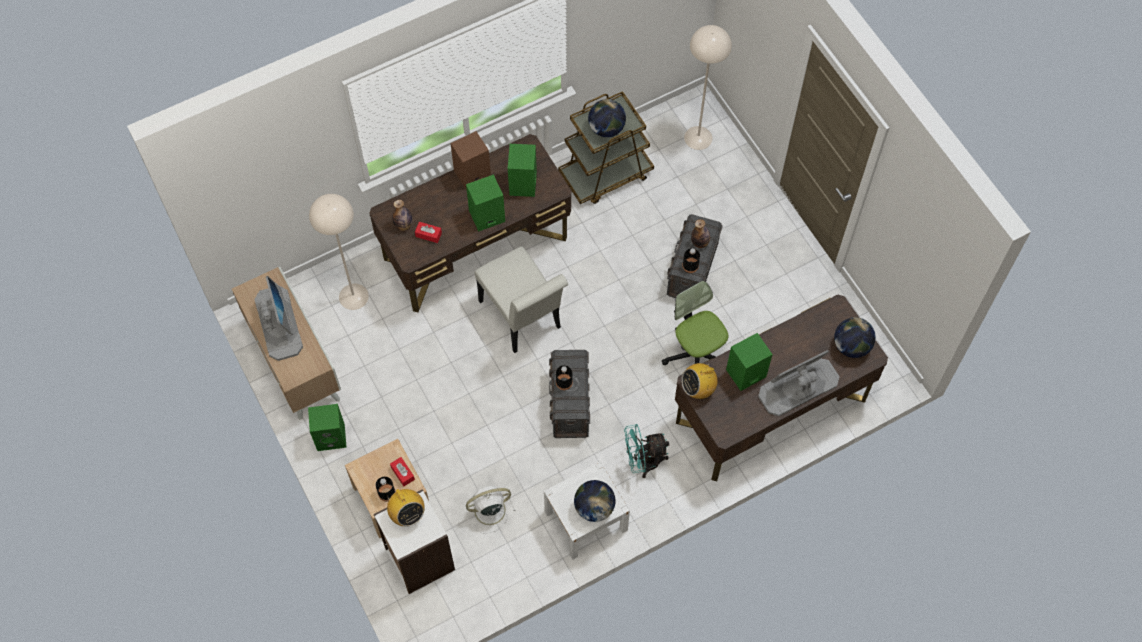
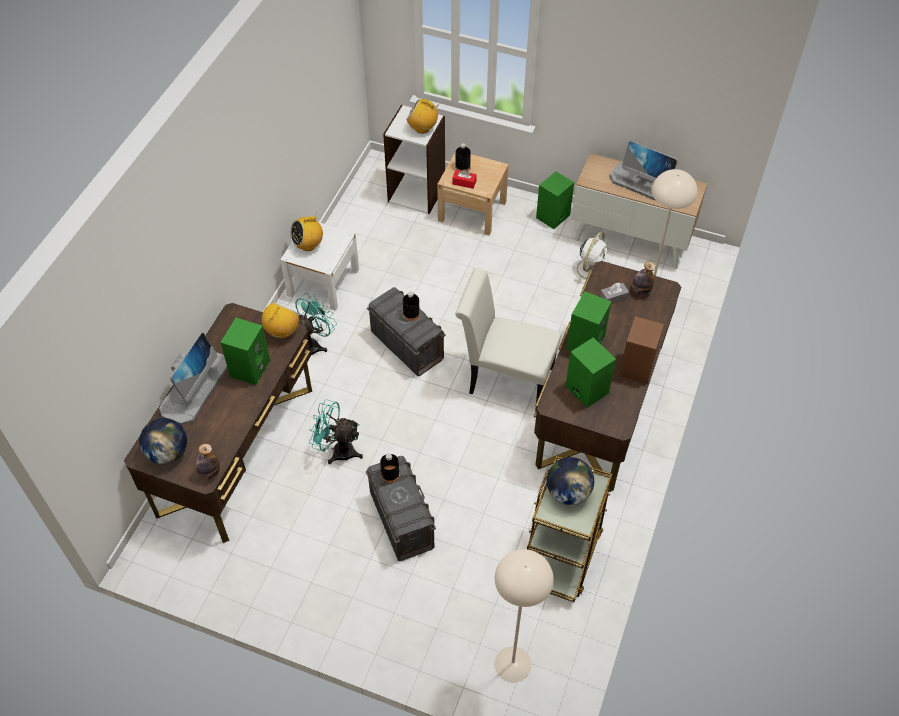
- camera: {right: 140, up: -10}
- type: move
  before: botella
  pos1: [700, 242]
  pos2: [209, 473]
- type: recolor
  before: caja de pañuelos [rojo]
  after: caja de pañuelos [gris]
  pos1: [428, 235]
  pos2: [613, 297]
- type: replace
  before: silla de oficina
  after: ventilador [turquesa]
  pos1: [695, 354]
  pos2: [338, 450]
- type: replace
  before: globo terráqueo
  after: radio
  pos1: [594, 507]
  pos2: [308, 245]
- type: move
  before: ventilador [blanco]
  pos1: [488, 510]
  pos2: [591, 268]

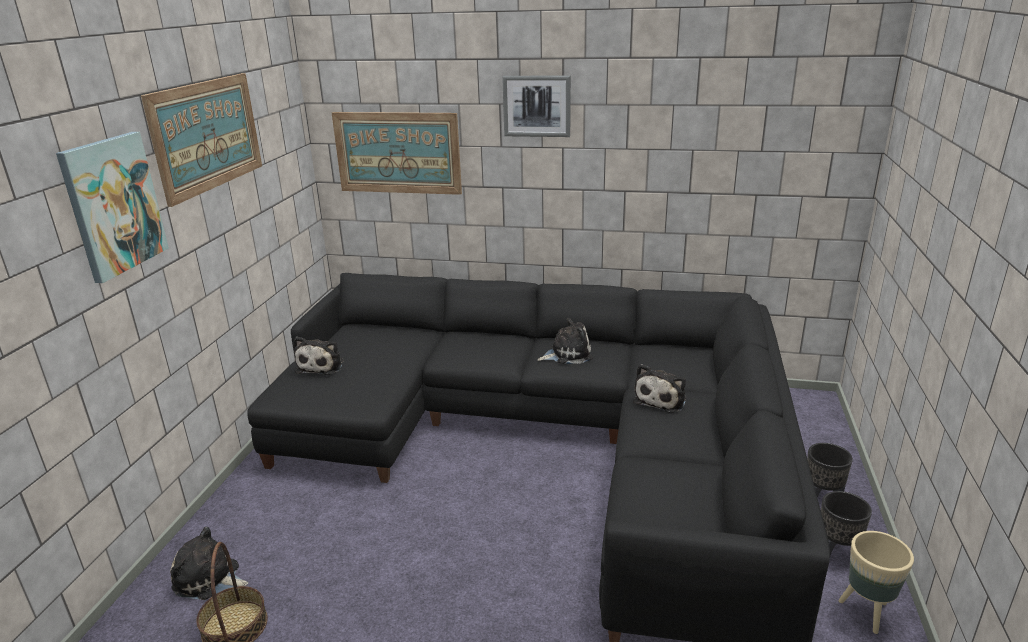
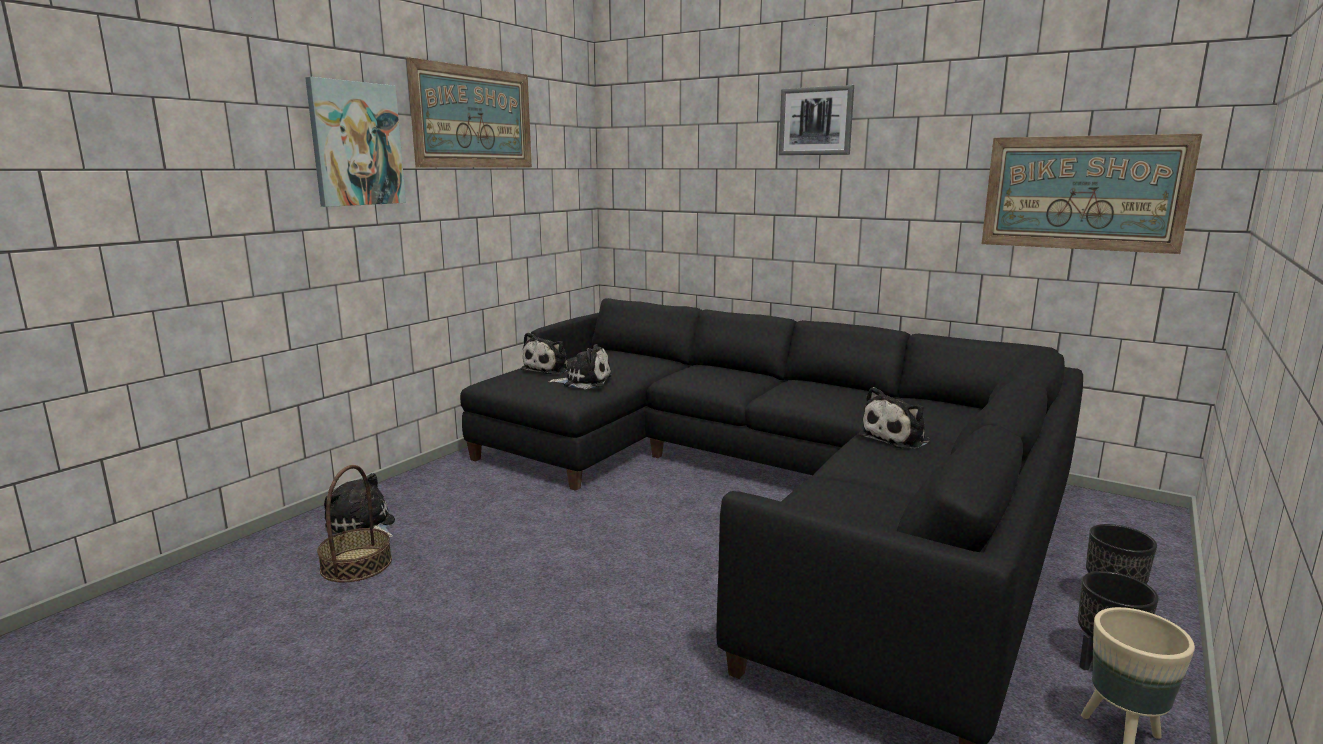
- camera: {right: 20, up: -10}
- type: move
  before: cuadro
  pos1: [397, 153]
  pos2: [1083, 193]
- type: move
  before: peluche
  pos1: [567, 354]
  pos2: [584, 382]

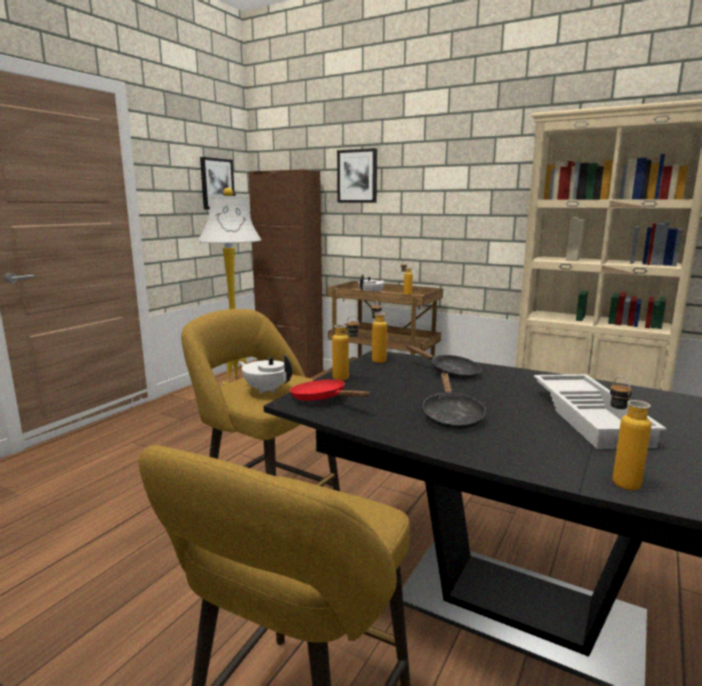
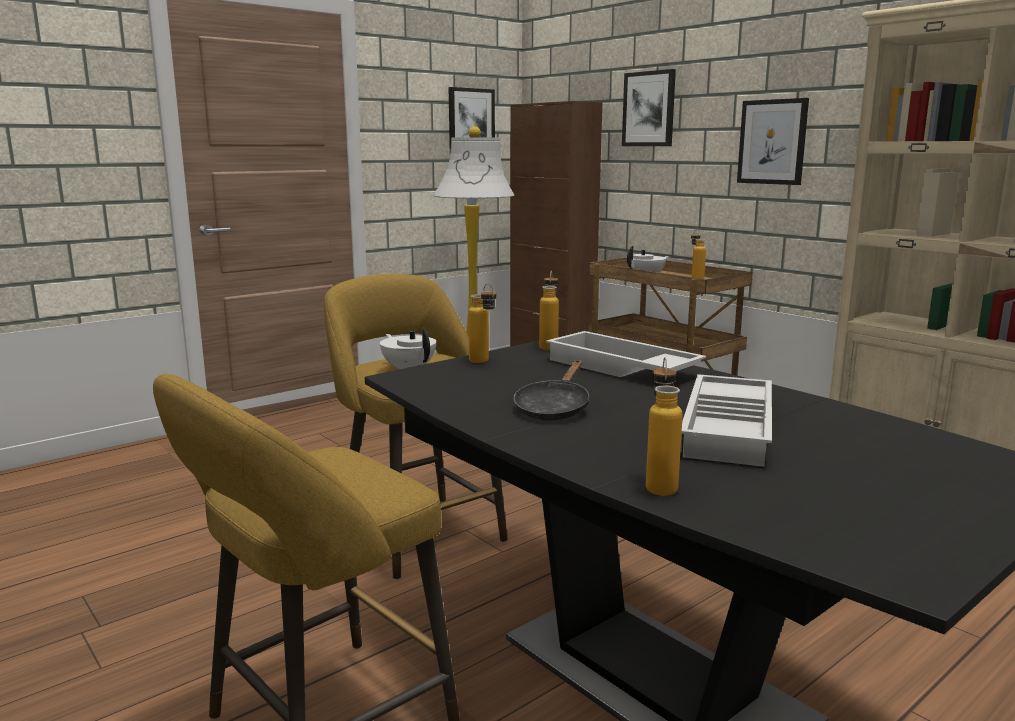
- camera: {right: 20, up: 0}
- type: replace
  before: sartén [negro]
  after: bandeja [blanco]
  pos1: [450, 373]
  pos2: [619, 368]
- type: delete
  before: sartén [rojo]
  pos1: [323, 399]
- type: insert
  after: cuadro
  pos2: [772, 142]

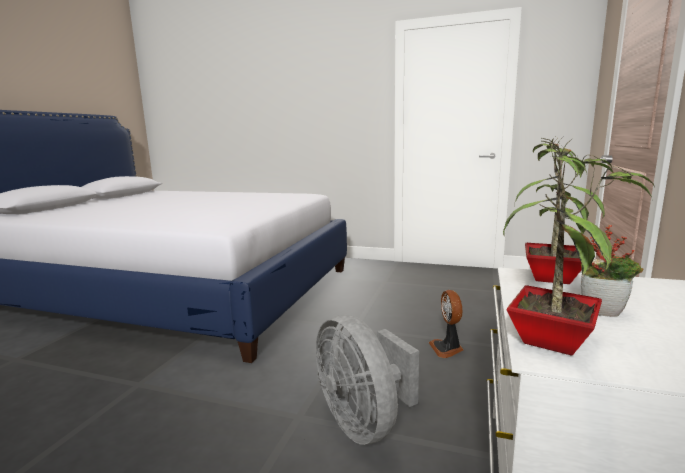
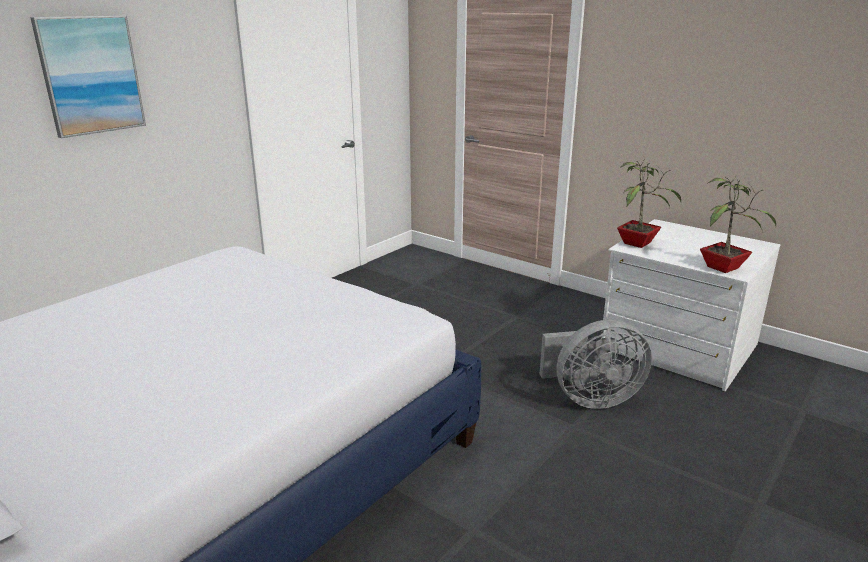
- camera: {right: -70, up: 10}
- type: delete
  before: planta en maceta
  pos1: [604, 312]
- type: delete
  before: ventilador
  pos1: [447, 348]
- type: insert
  after: cuadro
  pos2: [90, 75]

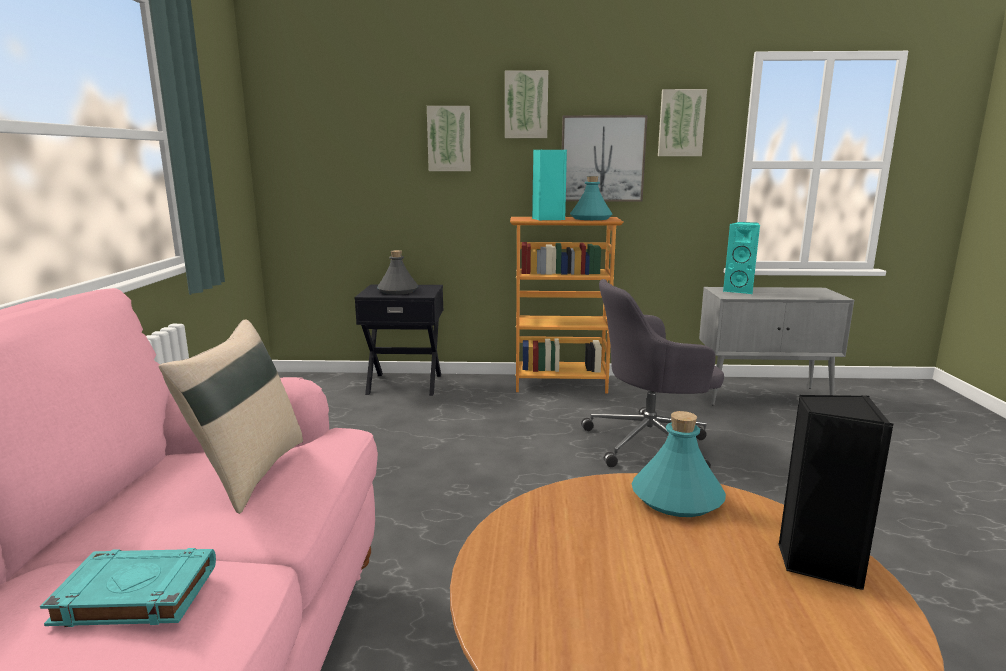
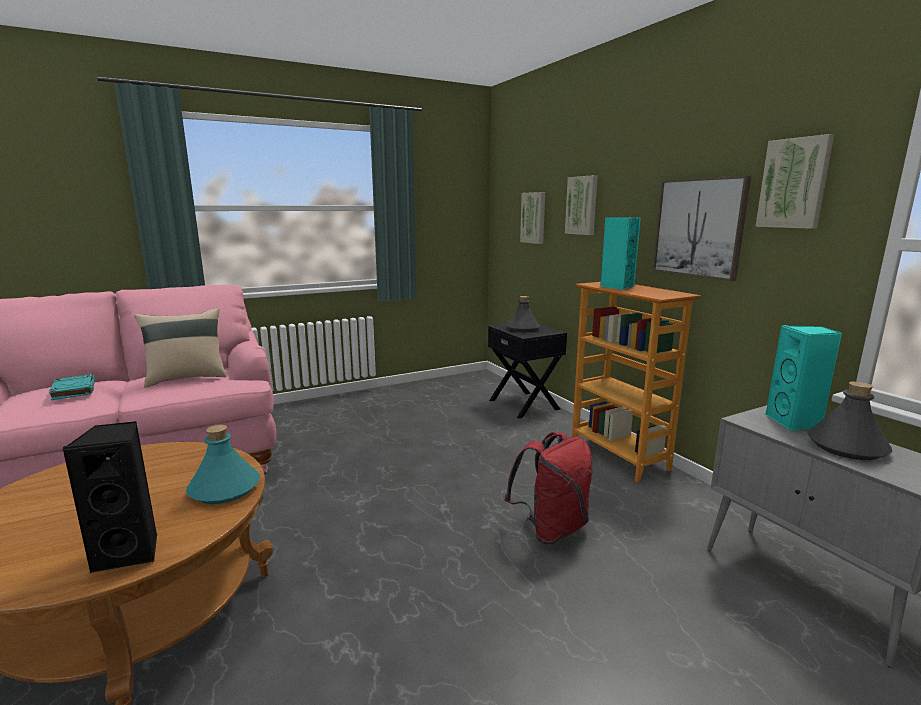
- camera: {right: 60, up: 0}
- type: move
  before: cuadro
  pos1: [526, 105]
  pos2: [534, 218]
- type: delete
  before: botella [turquesa]
  pos1: [590, 218]
- type: replace
  before: silla de oficina [gris]
  after: mochila [rojo]
  pos1: [650, 443]
  pos2: [551, 529]
- type: insert
  after: botella [gris]
  pos2: [847, 447]

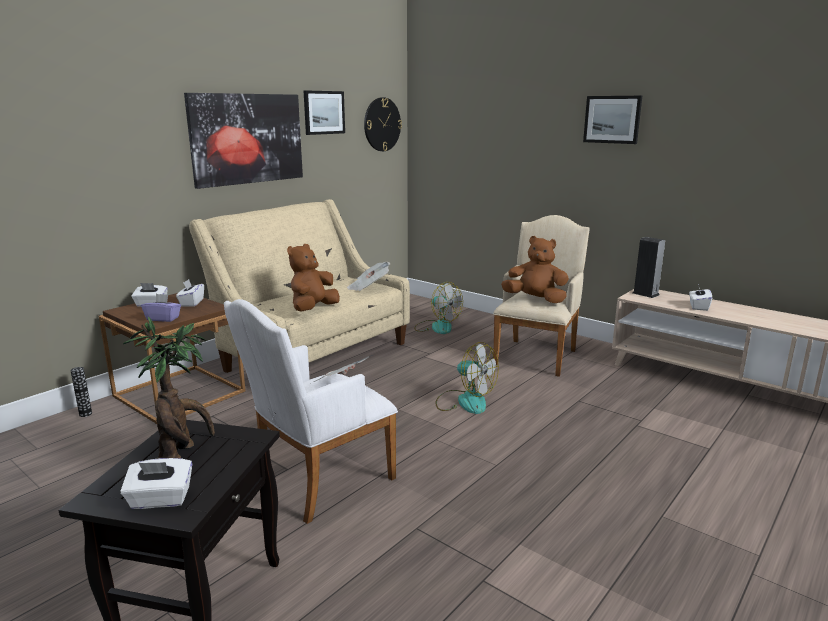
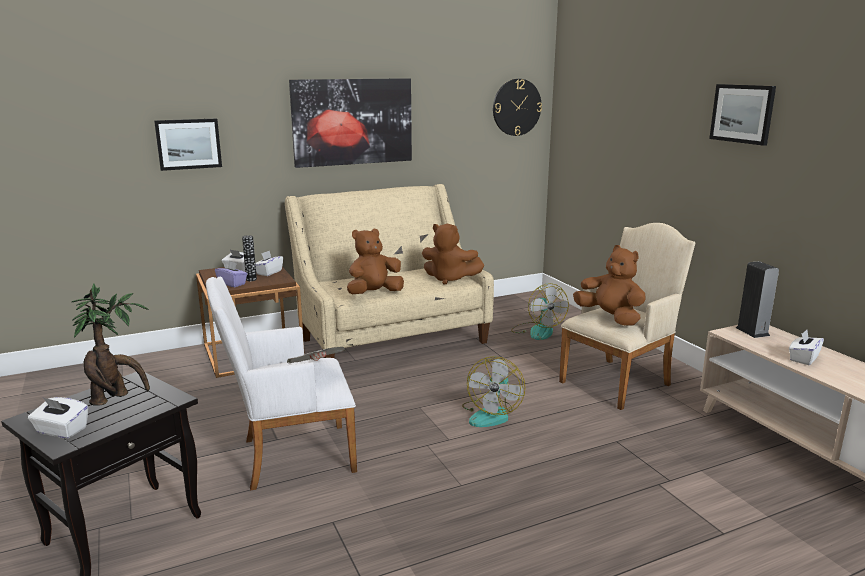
- camera: {right: 25, up: 0}
- type: move
  before: cuadro
  pos1: [324, 112]
  pos2: [188, 144]
- type: replace
  before: periódico
  after: peluche [marrón]
  pos1: [368, 287]
  pos2: [449, 279]
- type: rotate
  before: ventilador
  pos1: [464, 401]
  pos2: [491, 414]
  turn: 45
- type: move
  before: florero
  pos1: [85, 414]
  pos2: [251, 279]

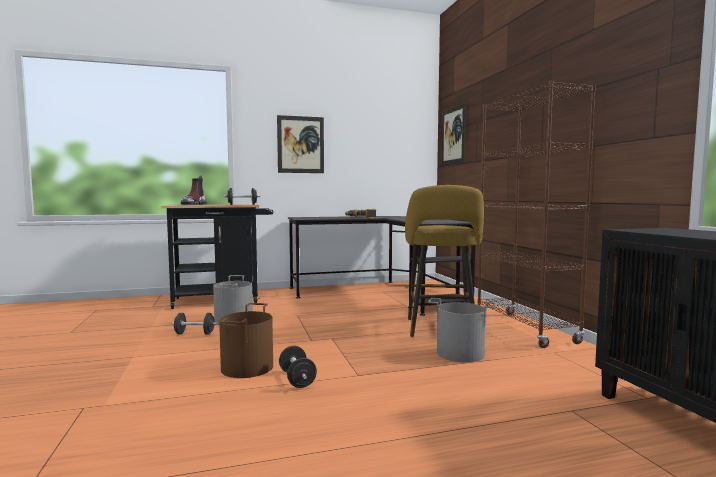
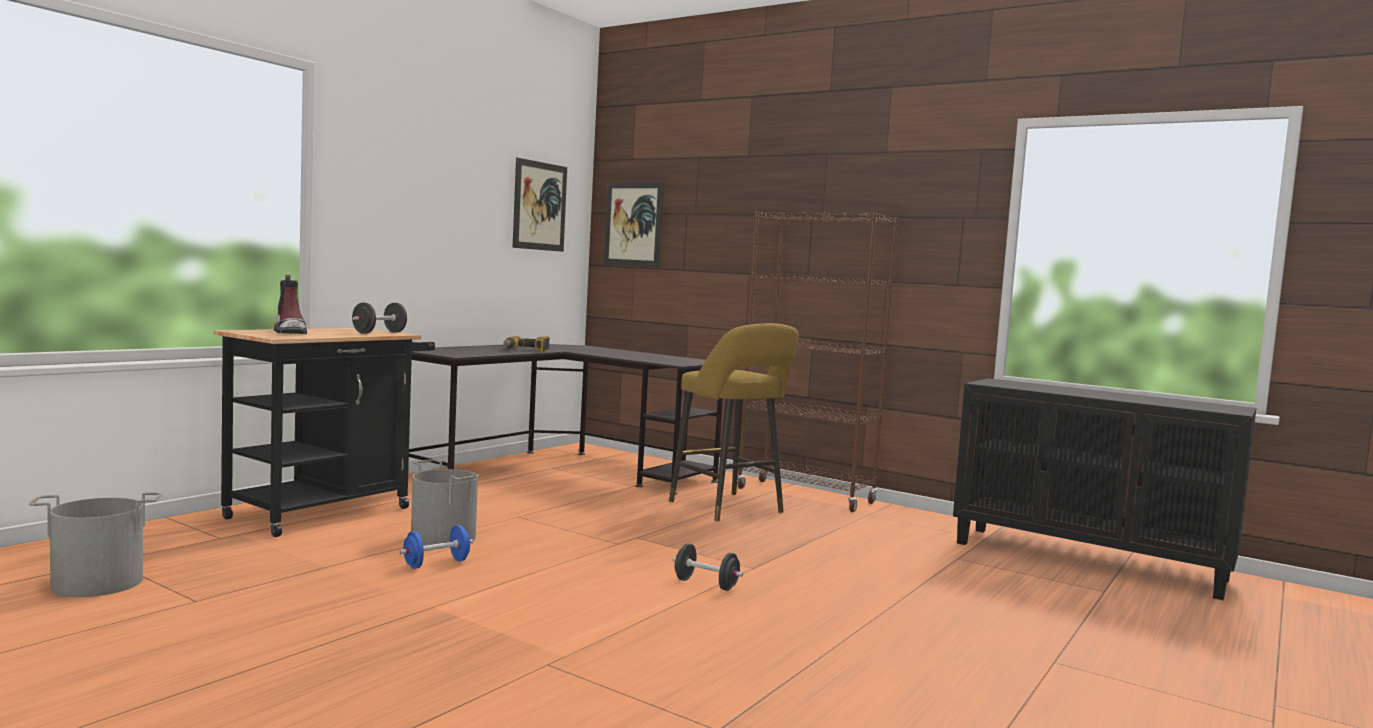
- camera: {right: -40, up: 0}
- type: move
  before: cuadro
  pos1: [300, 144]
  pos2: [540, 206]
- type: move
  before: cubo [gris]
  pos1: [460, 353]
  pos2: [97, 583]
- type: delete
  before: cubo [marrón]
  pos1: [248, 367]
- type: recolor
  before: mancuerna [negro]
  after: mancuerna [azul]
  pos1: [194, 334]
  pos2: [436, 564]

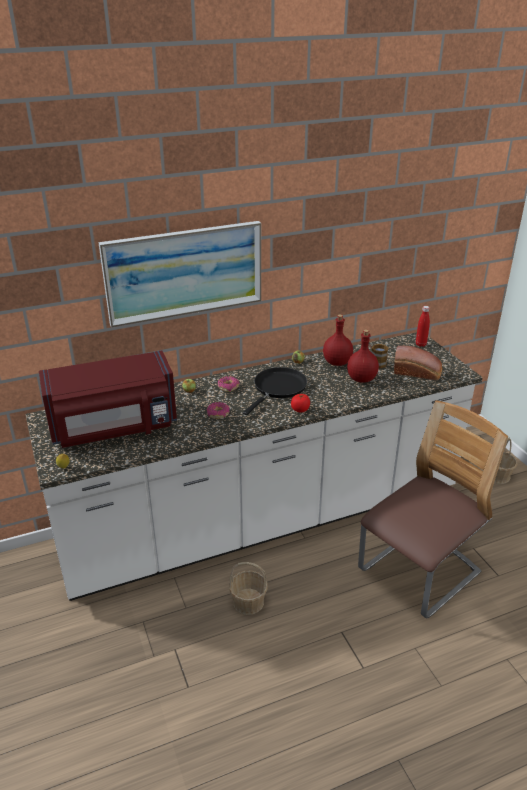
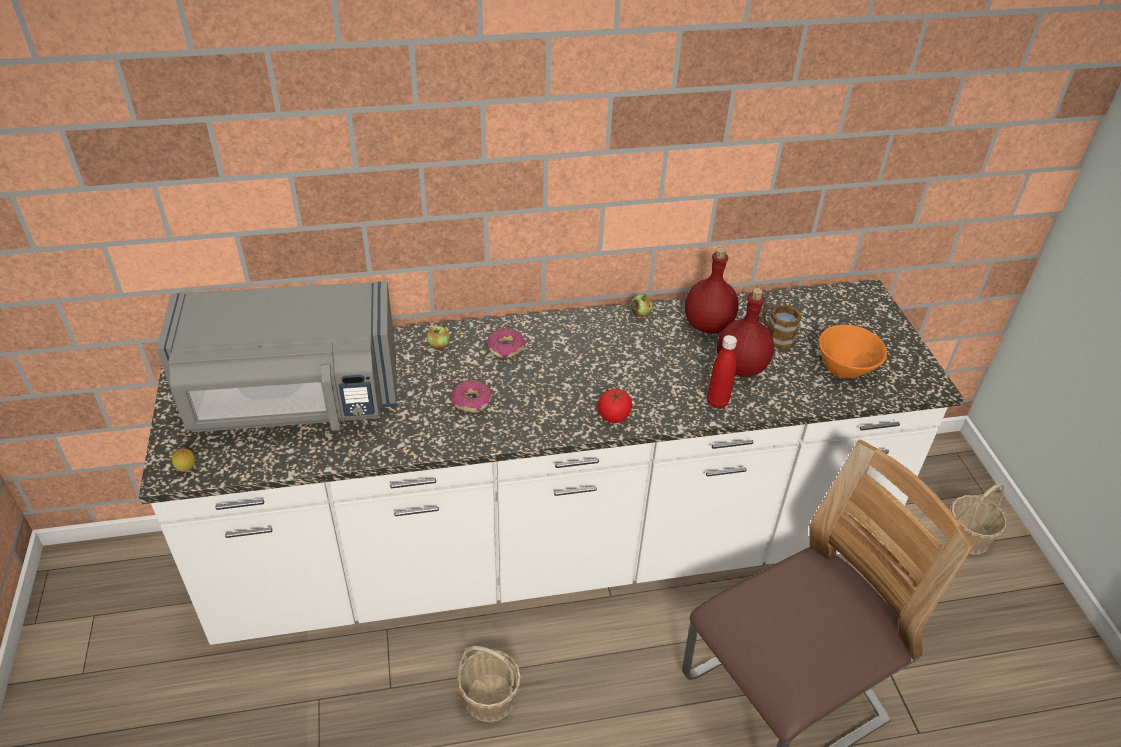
- camera: {right: 10, up: 10}
- type: delete
  before: cuadro
  pos1: [184, 272]
- type: move
  before: botella [rojo]
  pos1: [420, 344]
  pos2: [717, 402]
- type: replace
  before: pan
  after: cuenco [naranja]
  pos1: [418, 373]
  pos2: [846, 370]
- type: recolor
  before: microondas [rojo]
  after: microondas [gris]
  pos1: [114, 428]
  pos2: [293, 402]
- type: delete
  before: sartén [negro]
  pos1: [278, 388]

